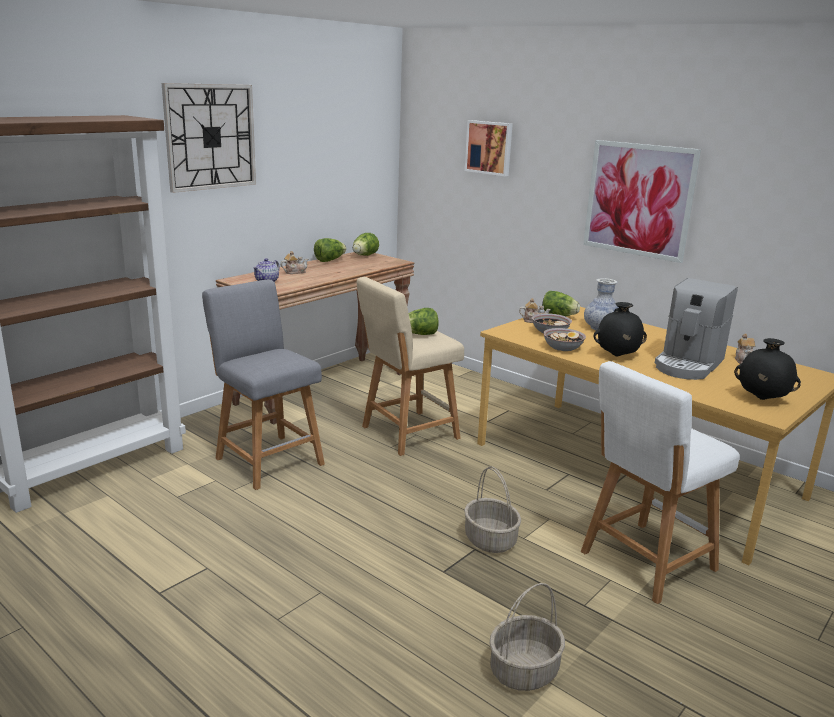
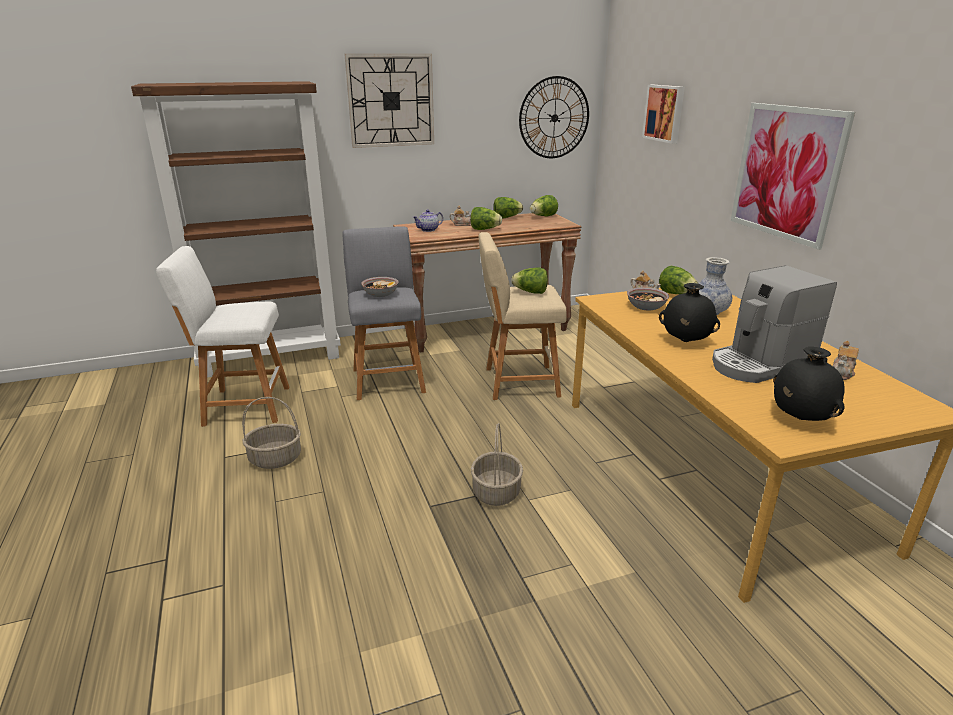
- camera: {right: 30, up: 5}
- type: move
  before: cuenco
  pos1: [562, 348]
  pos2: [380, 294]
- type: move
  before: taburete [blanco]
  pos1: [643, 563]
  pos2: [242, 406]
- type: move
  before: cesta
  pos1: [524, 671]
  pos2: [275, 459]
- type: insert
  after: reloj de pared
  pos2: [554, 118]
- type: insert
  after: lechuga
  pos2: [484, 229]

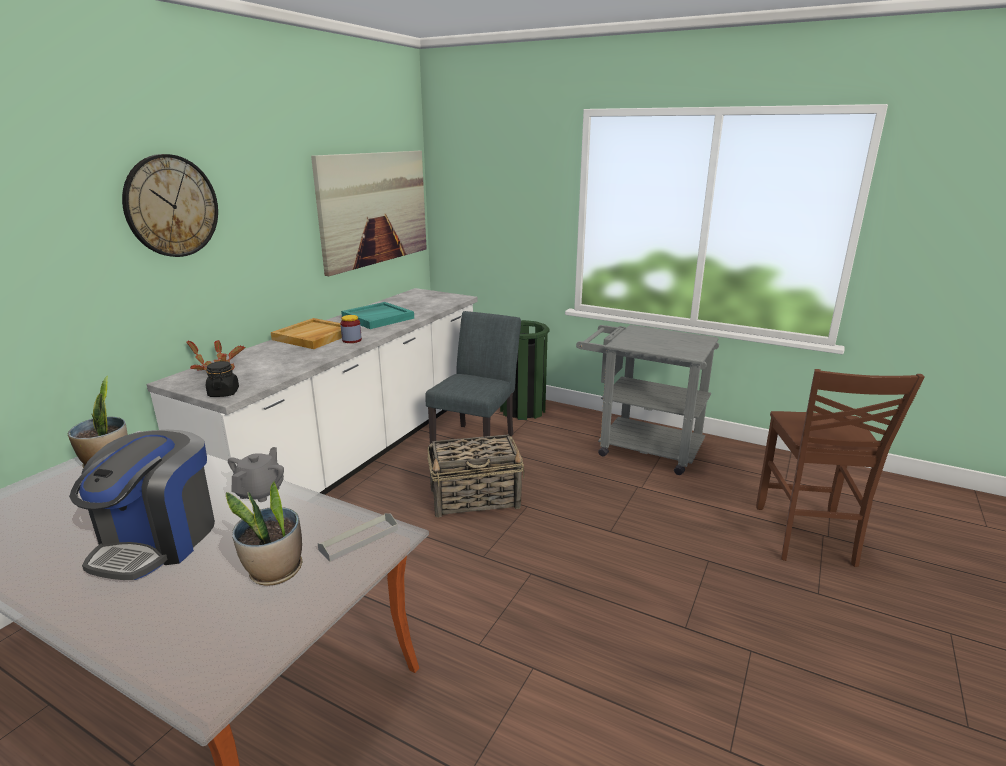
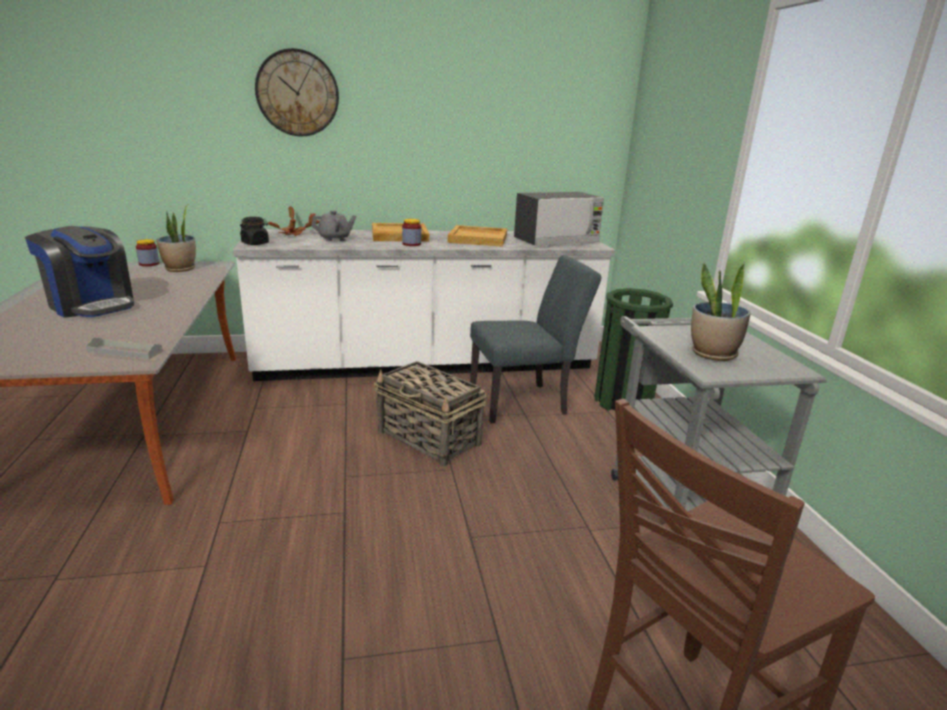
- camera: {right: 50, up: 0}
- type: delete
  before: cuadro
  pos1: [374, 208]
- type: recolor
  before: bandeja [turquesa]
  after: bandeja [beis]
  pos1: [378, 318]
  pos2: [478, 239]
- type: rotate
  before: cafetera
  pos1: [158, 541]
  pos2: [91, 305]
  turn: -120
- type: move
  before: tetera [gris]
  pos1: [260, 492]
  pos2: [334, 239]
- type: move
  before: planta en maceta
  pos1: [275, 571]
  pos2: [712, 354]
- type: insert
  after: microondas
  pos2: [556, 241]
- type: insert
  after: tarro
  pos2: [149, 264]

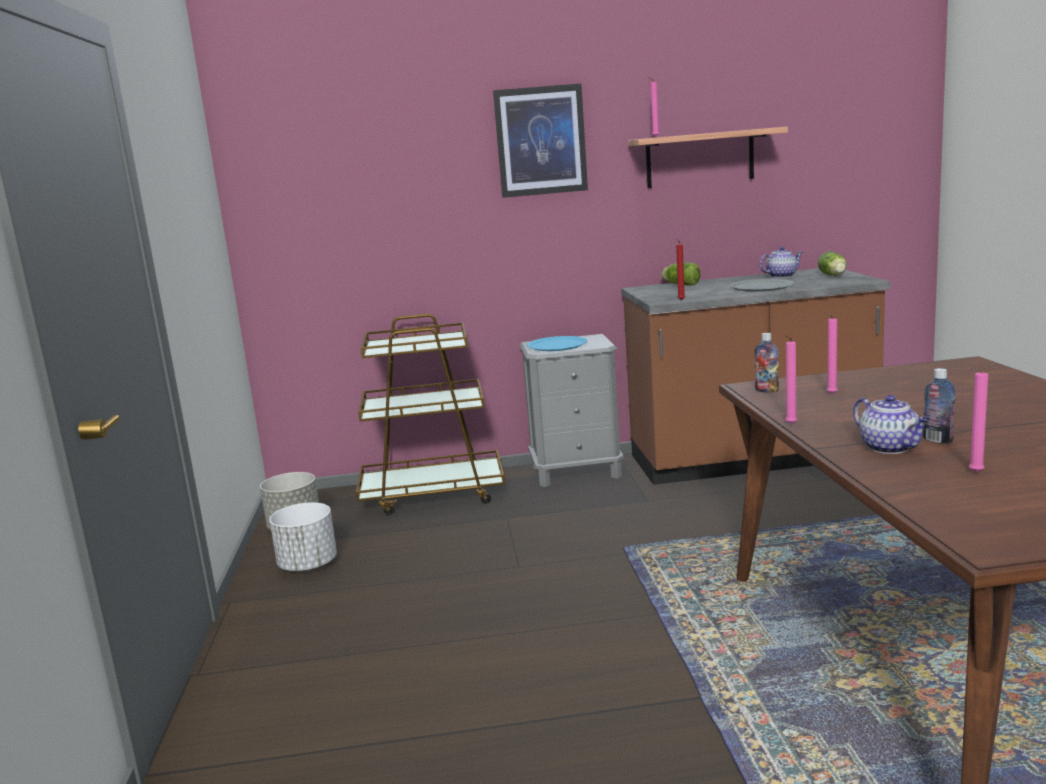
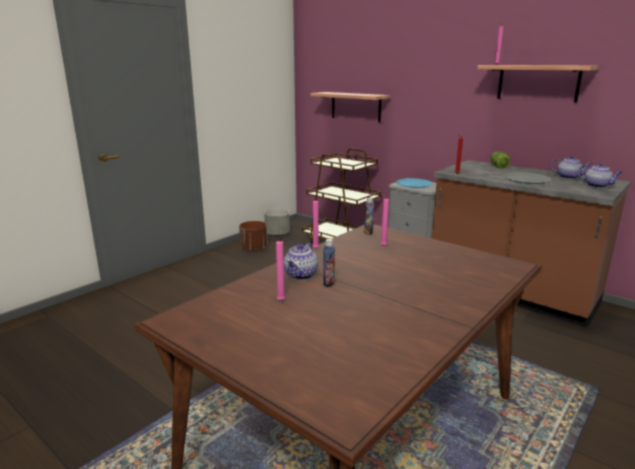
- camera: {right: 45, up: 5}
- type: delete
  before: cuadro
  pos1: [540, 141]
- type: replace
  before: lechuga
  after: tetera
  pos1: [833, 276]
  pos2: [597, 186]
- type: recolor
  before: maceta [blanco]
  after: maceta [marrón]
  pos1: [308, 566]
  pos2: [254, 249]
- type: insert
  after: estante
  pos2: [356, 106]

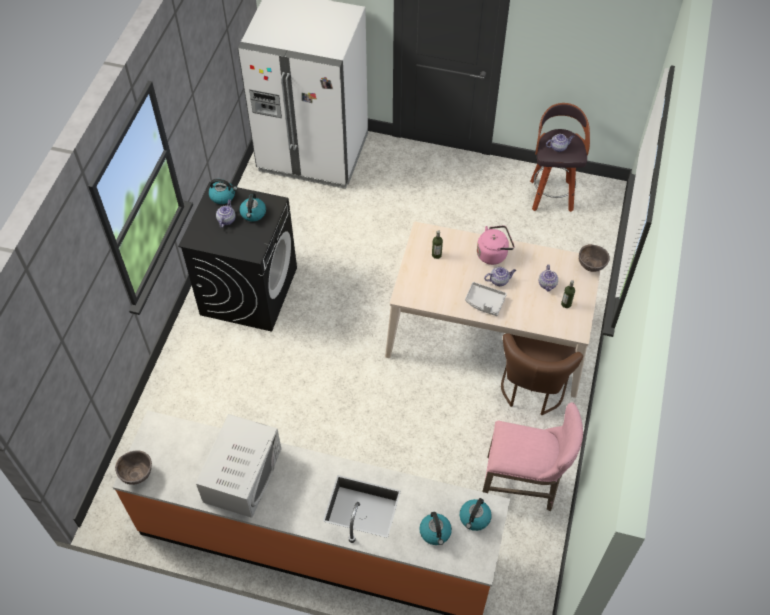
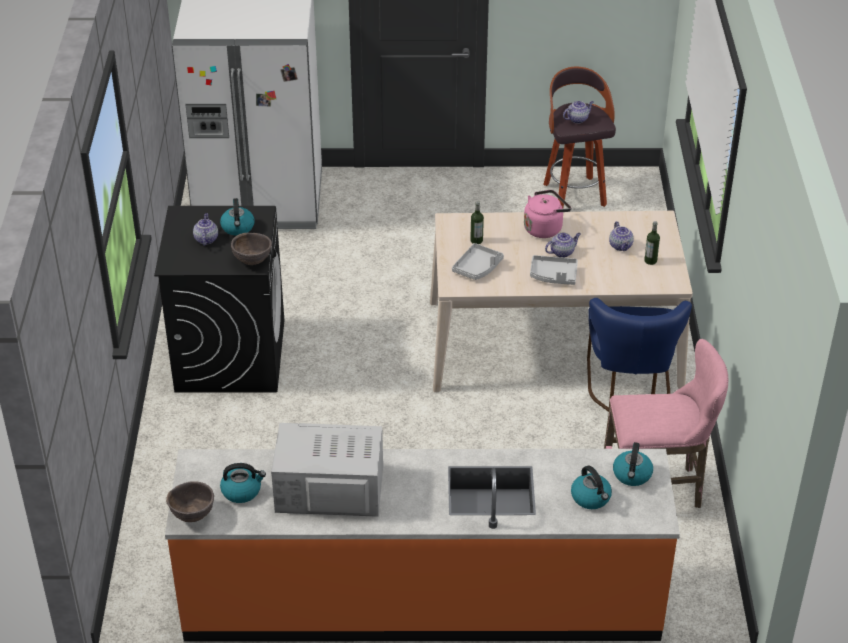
- camera: {right: -15, up: -15}
- type: move
  before: hervidor
  pos1: [223, 196]
  pos2: [242, 491]
- type: move
  before: cuenco [marrón]
  pos1: [591, 266]
  pos2: [252, 261]
- type: recolor
  before: silla [marrón]
  after: silla [azul]
  pos1: [532, 388]
  pos2: [628, 389]
- type: rotate
  before: microondas [blanco]
  pos1: [242, 474]
  pos2: [329, 489]
  turn: -90
- type: insert
  after: bandeja [gris]
  pos2: [478, 268]

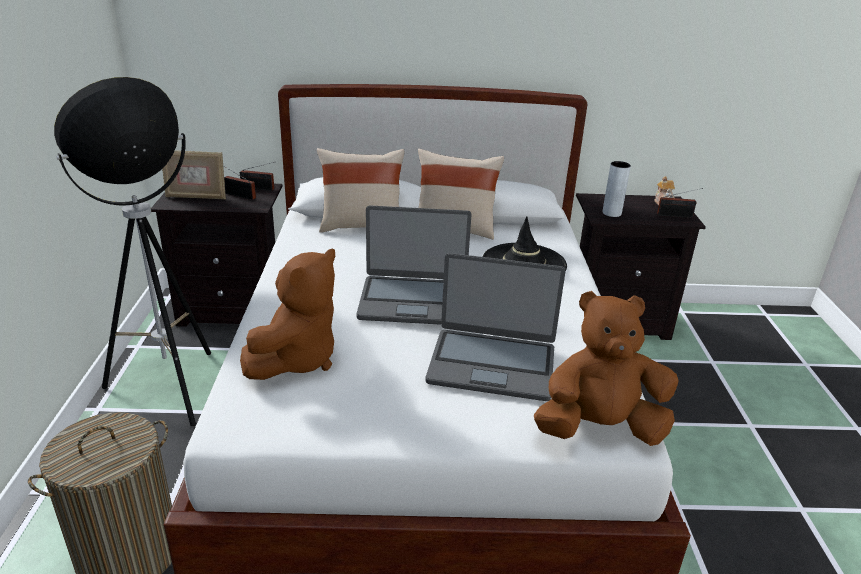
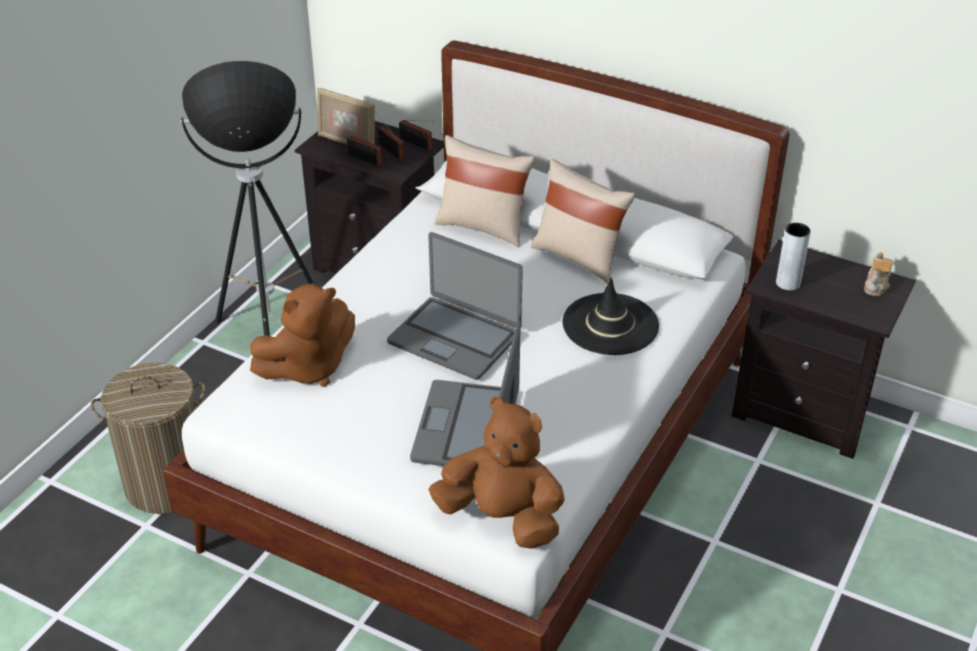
- camera: {right: 30, up: 10}
- type: move
  before: radio
  pos1: [676, 216]
  pos2: [366, 160]
- type: rotate
  before: portátil
  pos1: [492, 364]
  pos2: [467, 428]
  turn: 60

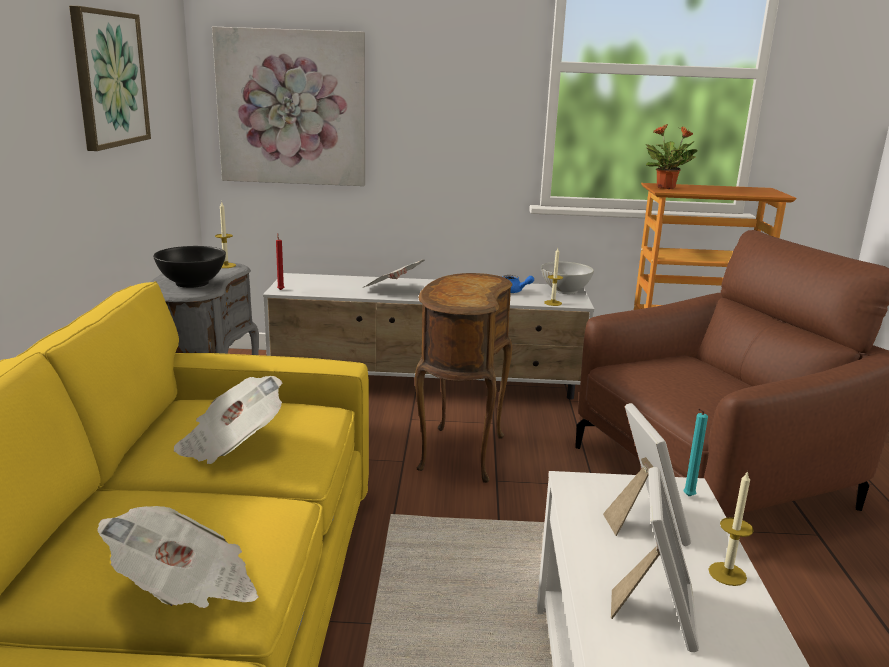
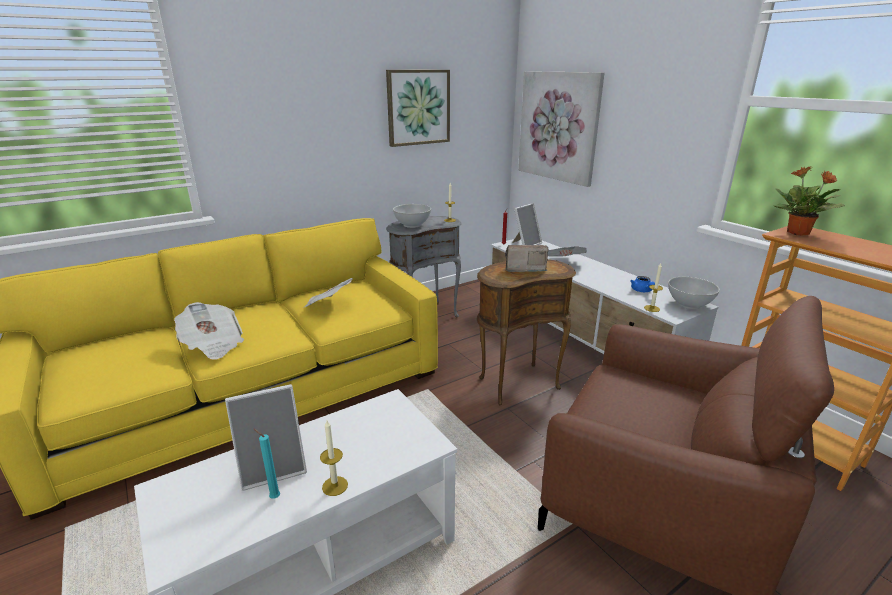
- camera: {right: 55, up: 5}
- type: recolor
  before: cuenco [negro]
  after: cuenco [blanco]
  pos1: [192, 283]
  pos2: [412, 225]
- type: move
  before: portarretratos
  pos1: [643, 523]
  pos2: [525, 244]
- type: move
  before: vela [turquesa]
  pos1: [687, 497]
  pos2: [273, 497]
- type: insert
  after: radio
  pos2: [523, 268]

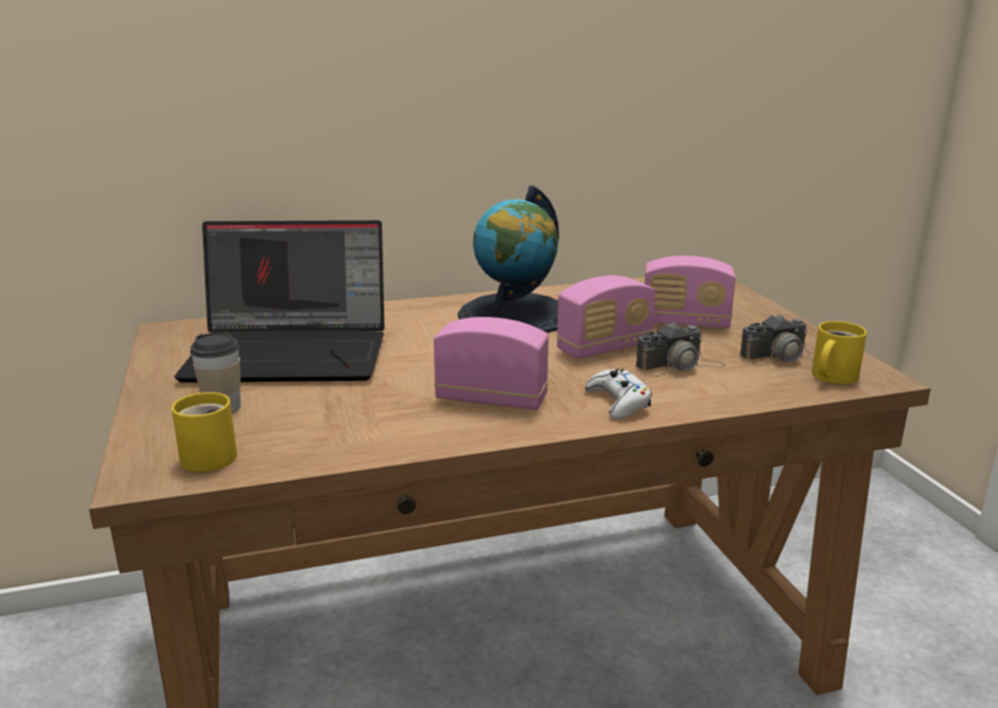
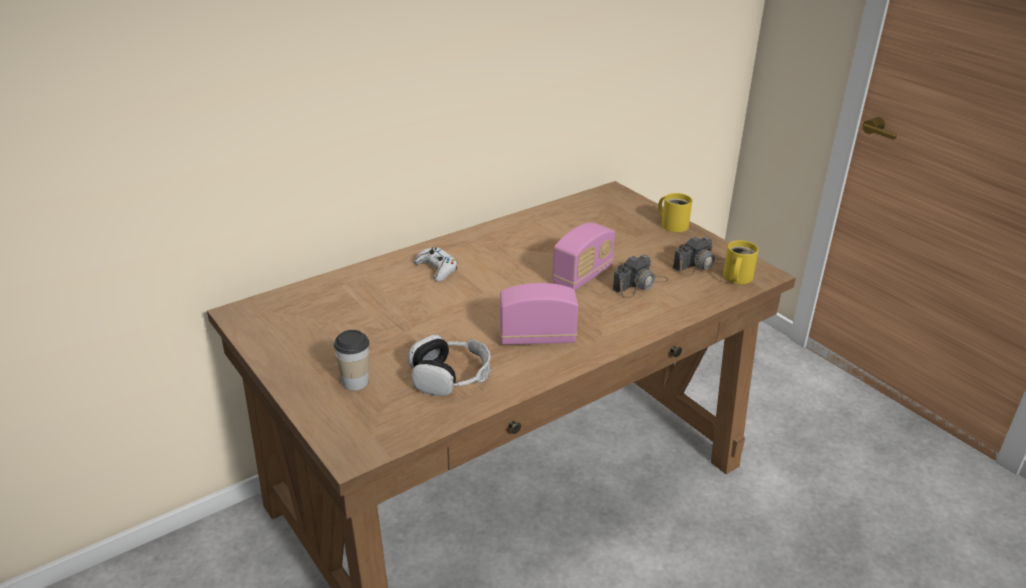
- camera: {right: -20, up: 10}
- type: delete
  before: globo terráqueo
  pos1: [515, 315]
- type: delete
  before: portátil
  pos1: [293, 353]
- type: delete
  before: radio
  pos1: [685, 323]
- type: move
  before: mando de consola [blanco]
  pos1: [618, 402]
  pos2: [436, 269]
- type: move
  before: taza grande [amarillo]
  pos1: [210, 455]
  pos2: [673, 224]
- type: insert
  after: auriculares
  pos2: [450, 377]

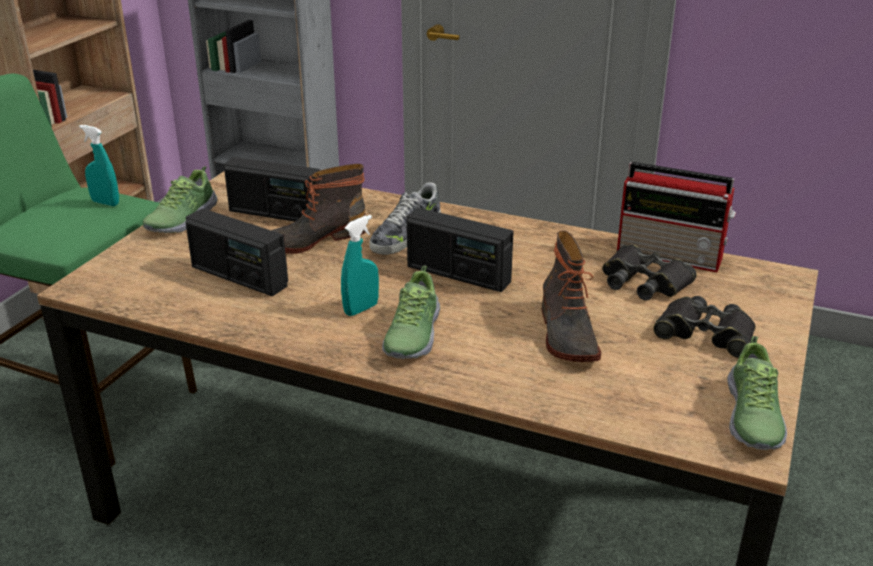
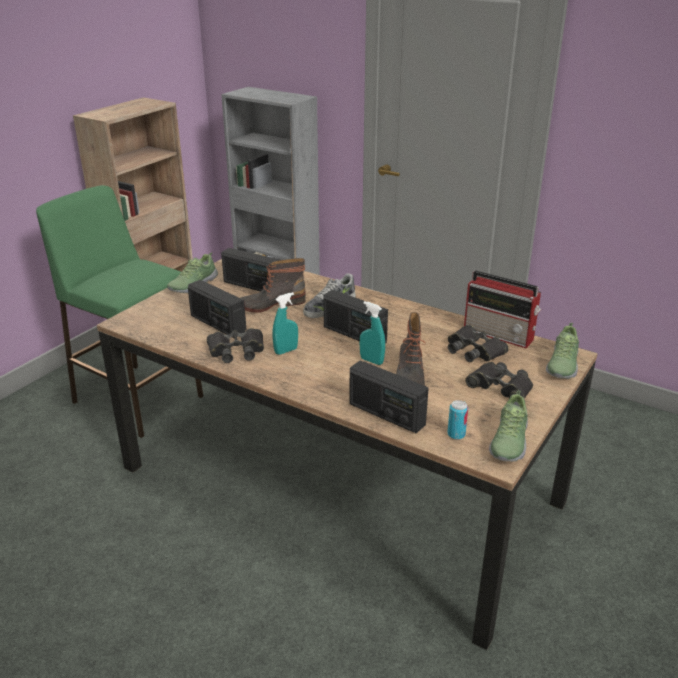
- camera: {right: 10, up: 0}
- type: move
  before: pulverizador [turquesa]
  pos1: [105, 203]
  pos2: [371, 361]
- type: move
  before: zapato
  pos1: [411, 335]
  pos2: [561, 365]
- type: insert
  after: prismáticos [negro]
  pos2: [236, 350]
- type: insert
  after: radio
  pos2: [386, 414]
- type: insert
  after: lata
  pos2: [456, 434]

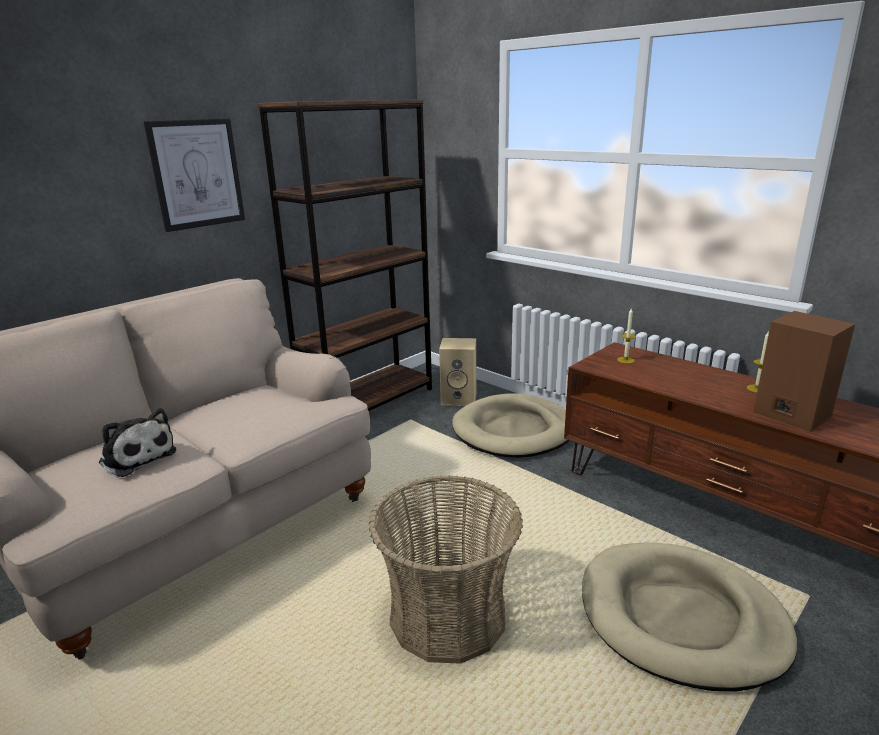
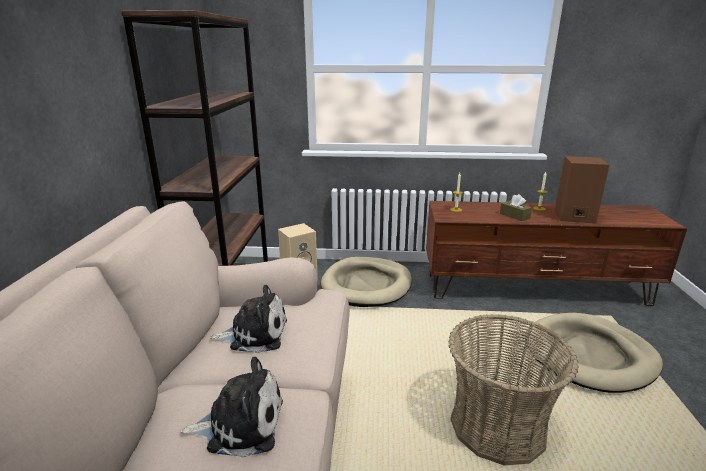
- camera: {right: -40, up: 0}
- type: delete
  before: cuadro
  pos1: [197, 174]
- type: insert
  after: caja de pañuelos [marrón]
  pos2: [514, 215]
- type: insert
  after: peluche
  pos2: [255, 334]

